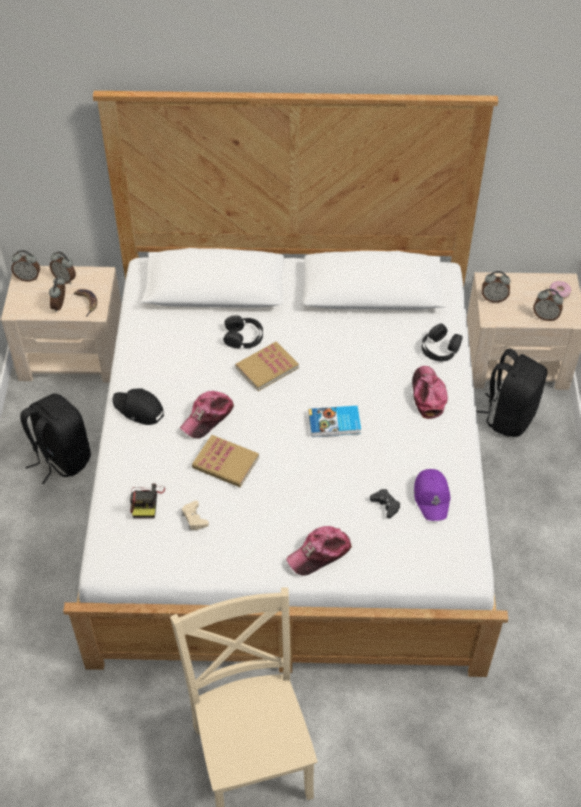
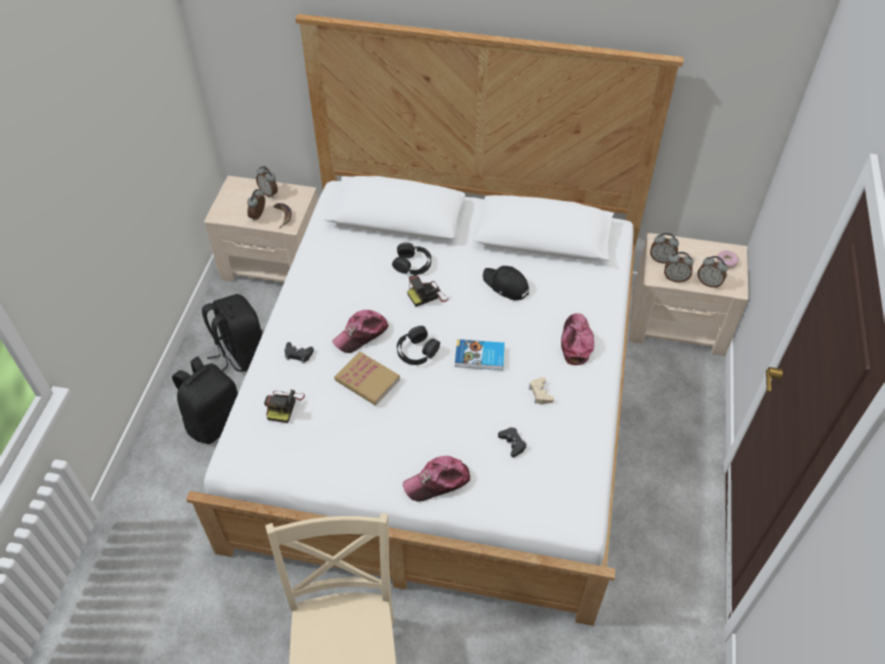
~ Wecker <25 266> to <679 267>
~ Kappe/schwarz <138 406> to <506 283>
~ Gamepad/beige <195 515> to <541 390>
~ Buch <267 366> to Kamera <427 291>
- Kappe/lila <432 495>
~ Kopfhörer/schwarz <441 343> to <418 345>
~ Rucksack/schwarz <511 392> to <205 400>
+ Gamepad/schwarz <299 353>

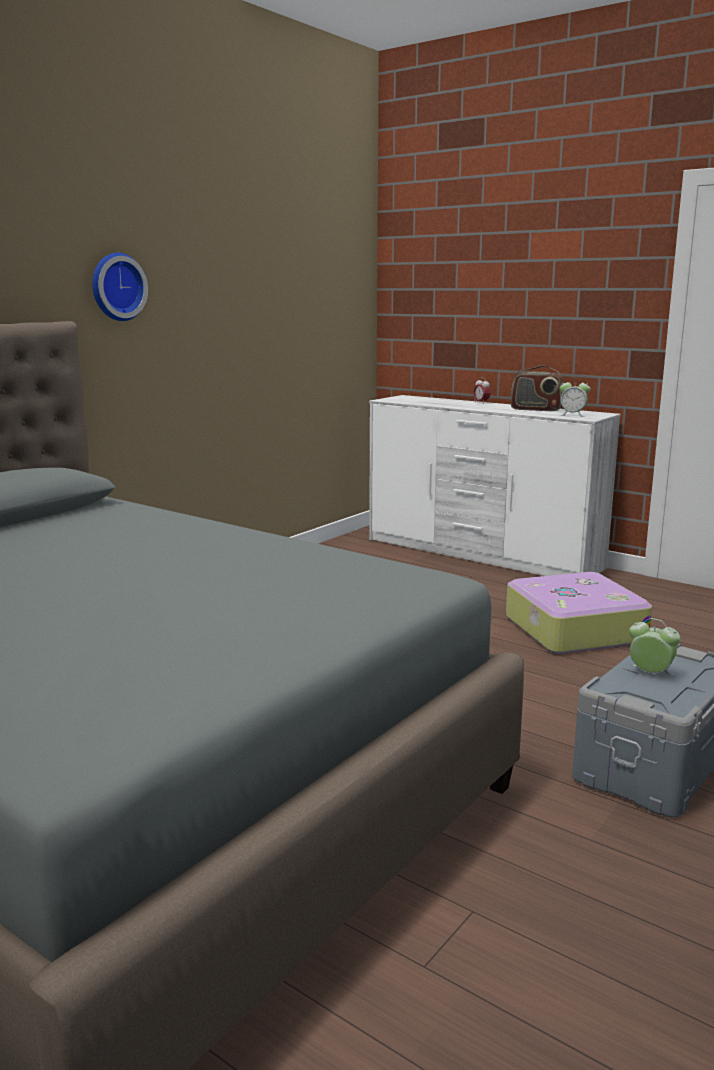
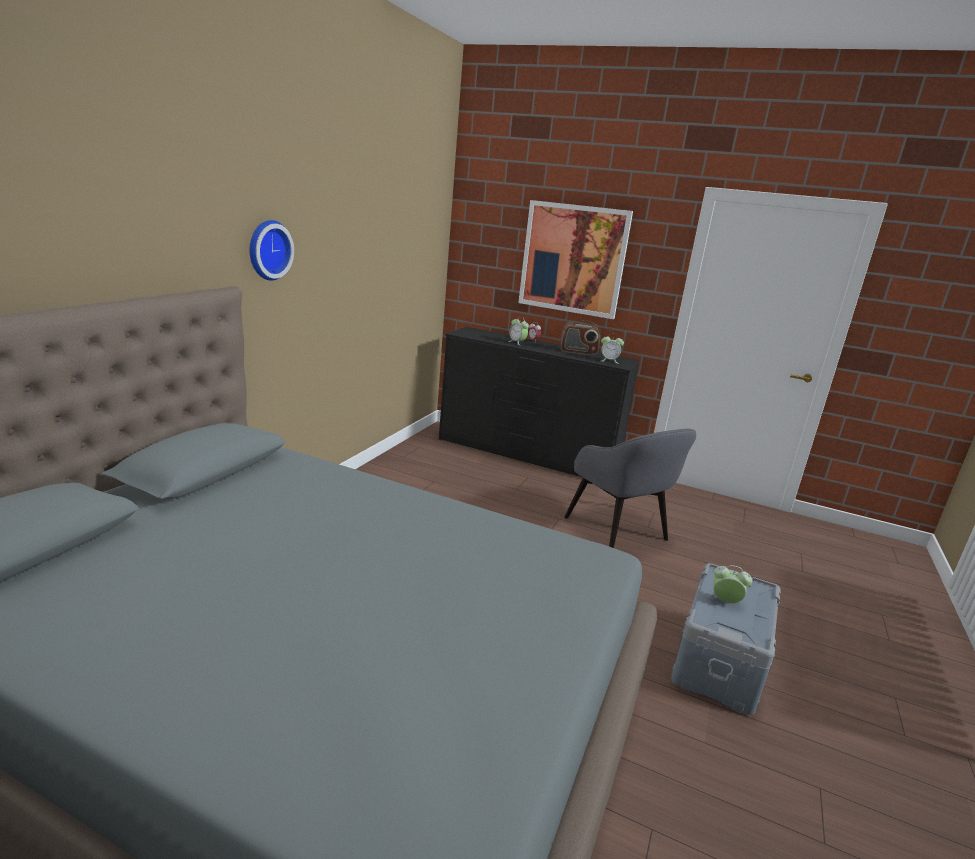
~ Kommode/weiß <495 485> to Kommode/schwarz <539 402>
~ Koffer <579 613> to Sessel/grau <630 488>
+ Wecker <518 331>
+ Bild <575 259>

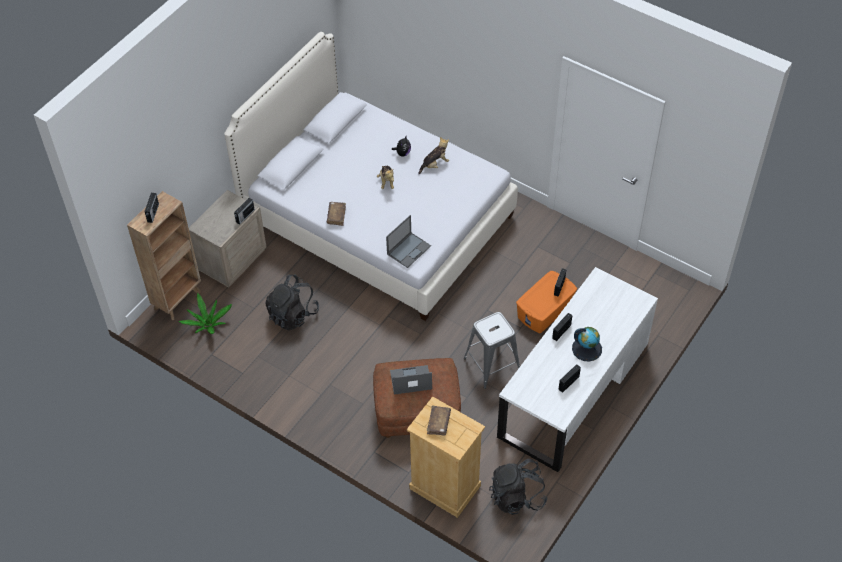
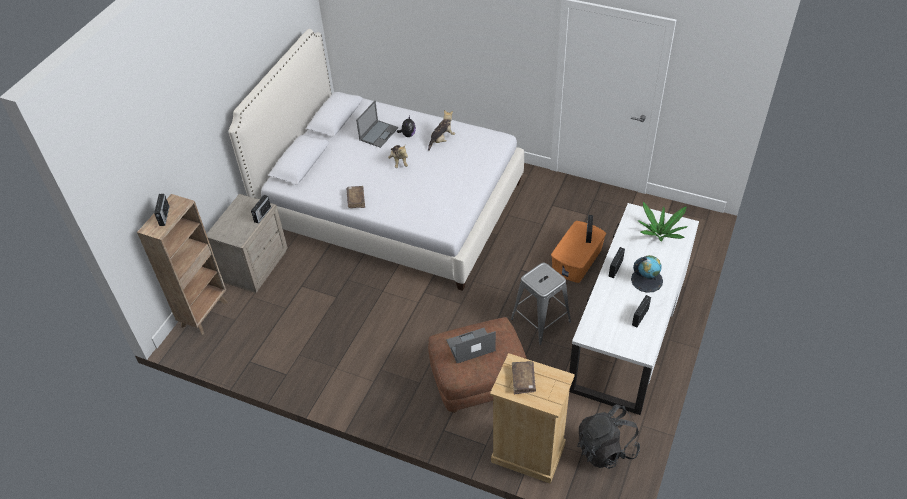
~ Topfpflanze <205 313> to <662 222>
- Rucksack/schwarz <292 302>
~ Laptop <408 241> to <377 124>

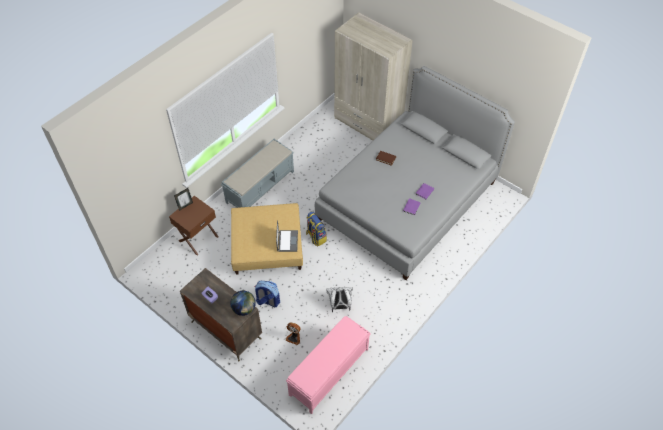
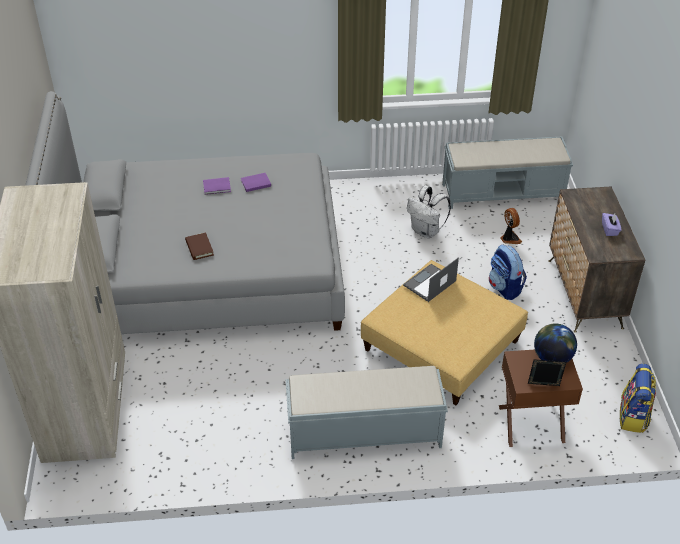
~ Globus <243 303> to <555 343>
~ Bank/rosa <328 365> to Bank/grau <507 172>
~ Rucksack <316 228> to <638 398>

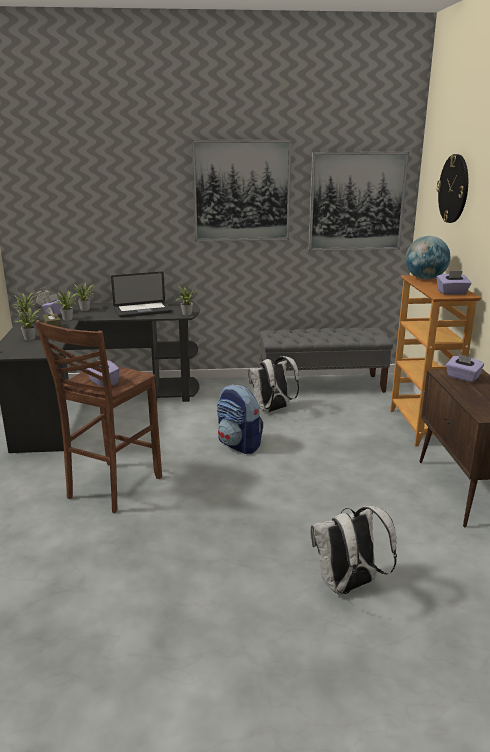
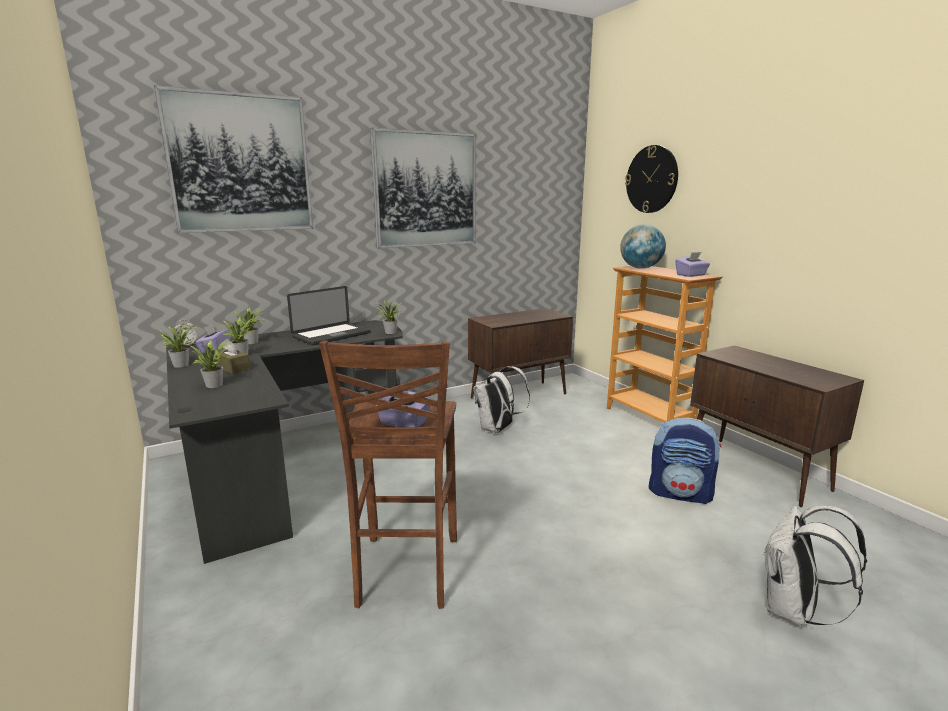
~ Rucksack <240 419> to <685 460>
~ Bank/grau <326 360> to Schrank/braun <520 353>
~ Bild <358 201> to <233 159>
- Taschentuchbox/lila <465 368>

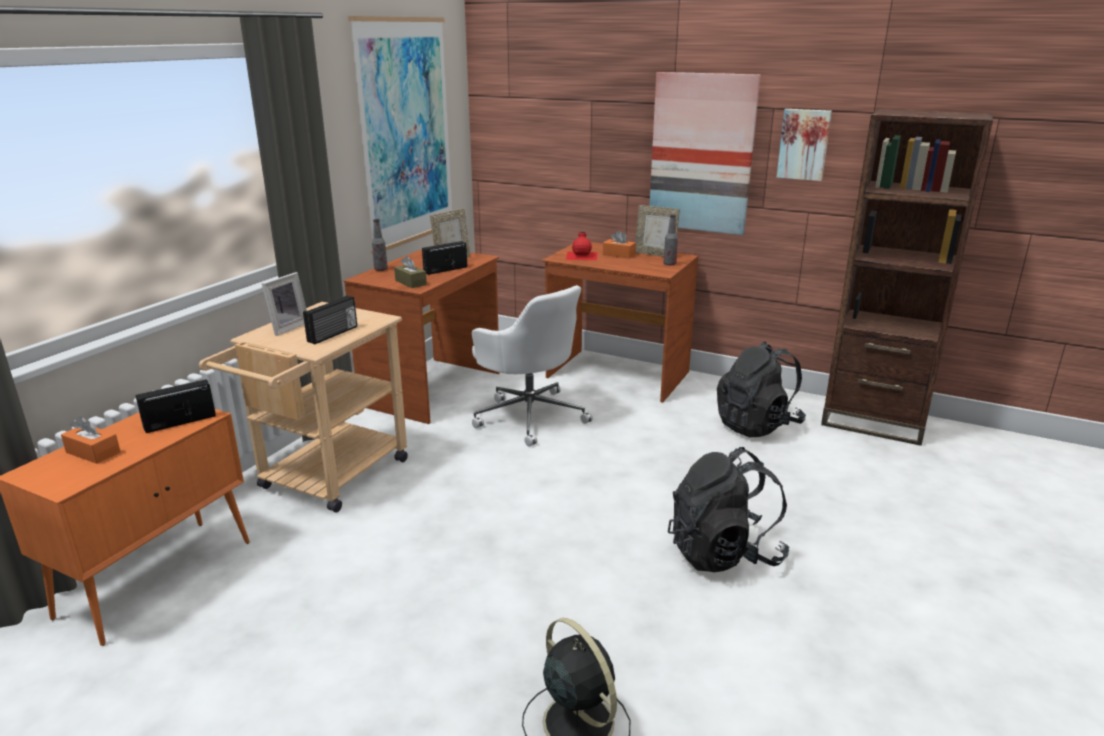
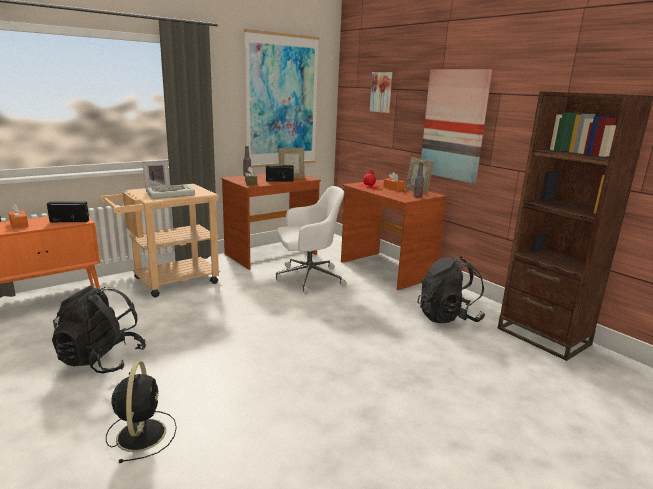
~ Radio <330 320> to Tastatur <171 192>
~ Bürostuhl/weiß <532 366> = <311 240> 90 degrees counterclockwise
~ Rucksack/schwarz <728 509> to <99 329>
~ Bild <804 145> to <381 92>

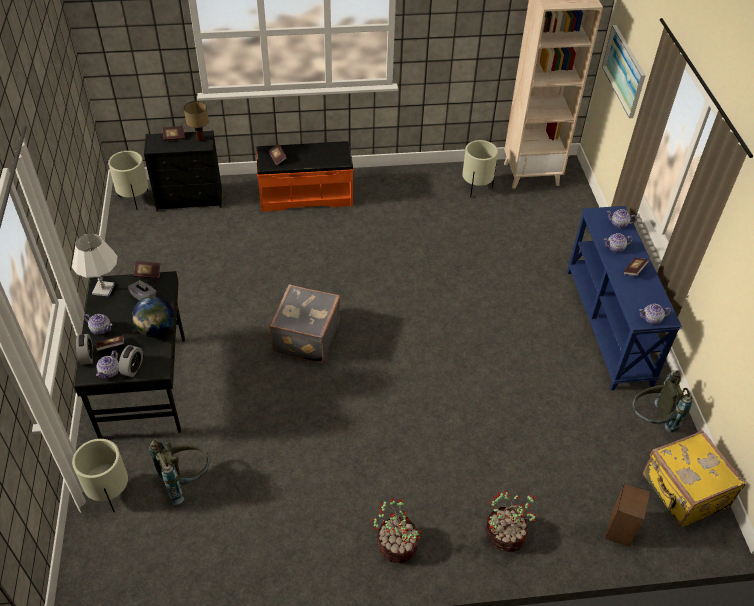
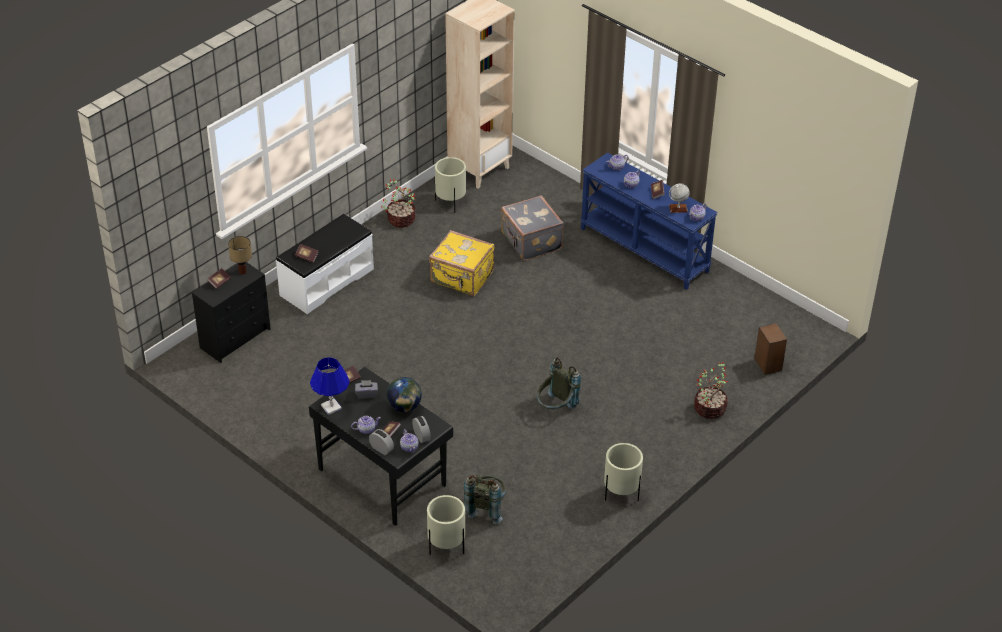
~ Tischlampe/weiß <95 265> to Tischlampe/blau <330 386>
~ Pflanzkübel/beige <128 180> to <623 472>
~ Bank/orange <304 176> to Bank/weiß <325 264>
~ Koffer/grau <304 323> to <532 228>
~ Topfpflanze <396 530> to <398 203>
- Bild <624 71>
~ Rucksack/grau <662 401> to <559 383>
~ Koffer/gelb <694 478> to <462 263>
+ Globus <679 198>

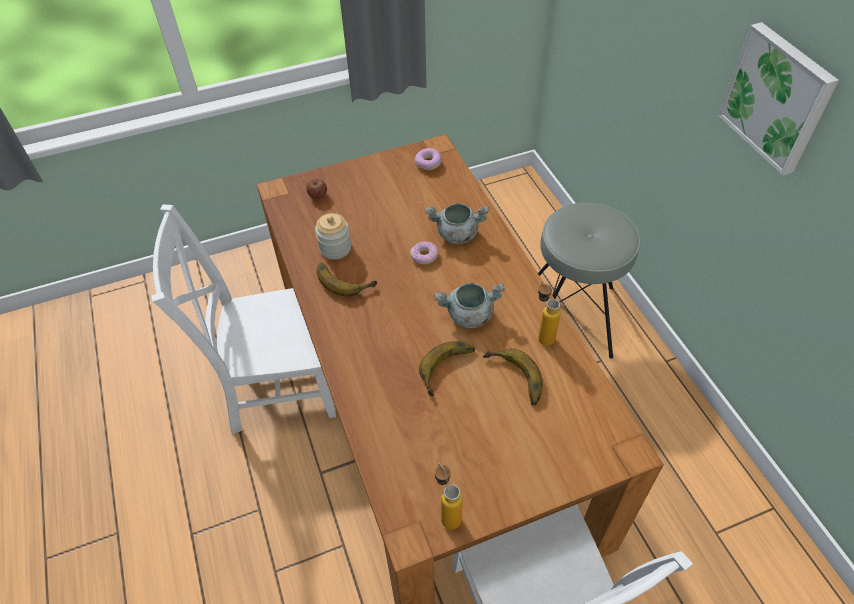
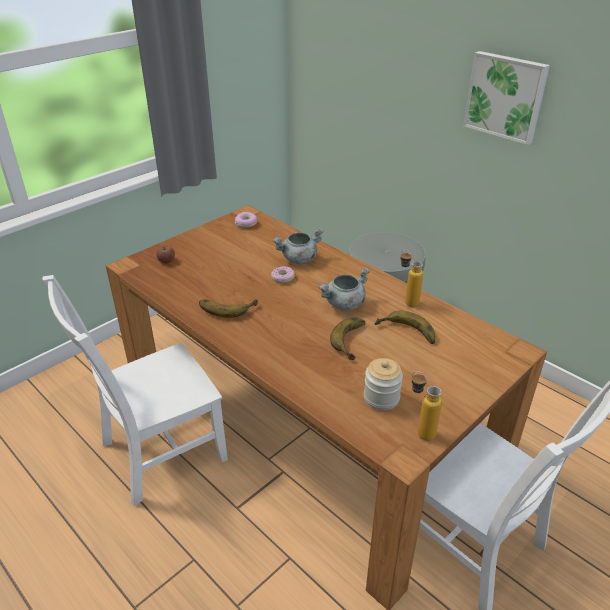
~ Vorratsglas <333 236> to <383 384>

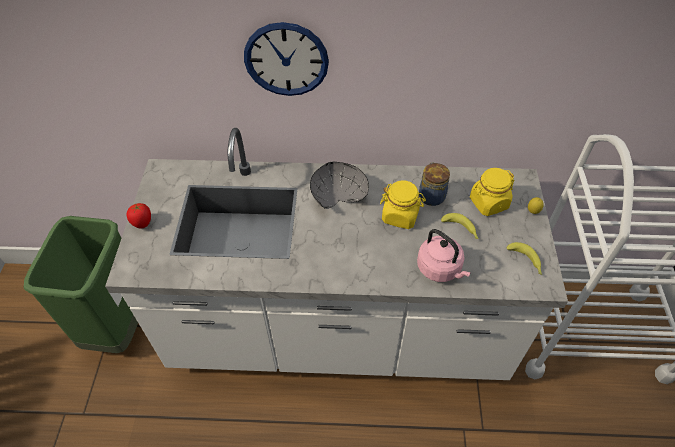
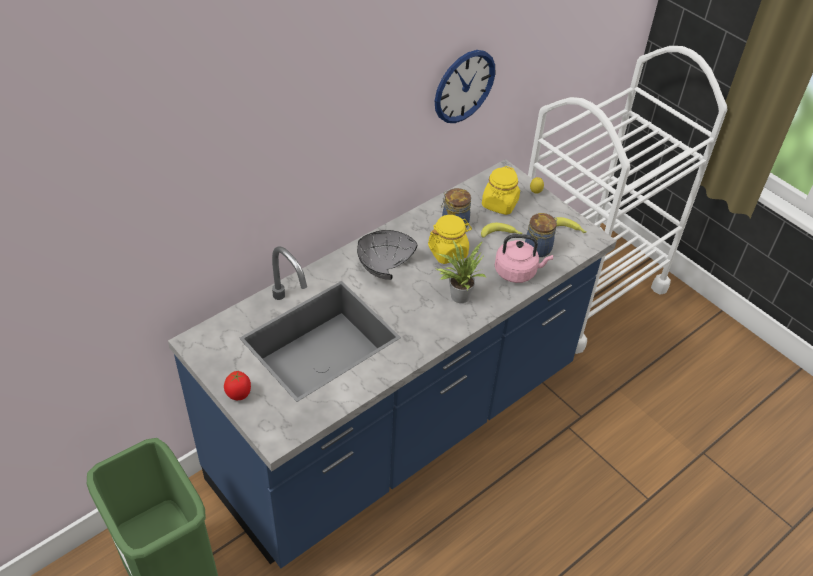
~ Küchenzeile/weiß <336 254> to Küchenzeile/blau <392 363>
~ Wanduhr <286 59> to <465 86>
+ Topfpflanze <461 271>
+ Vorratsglas <541 235>

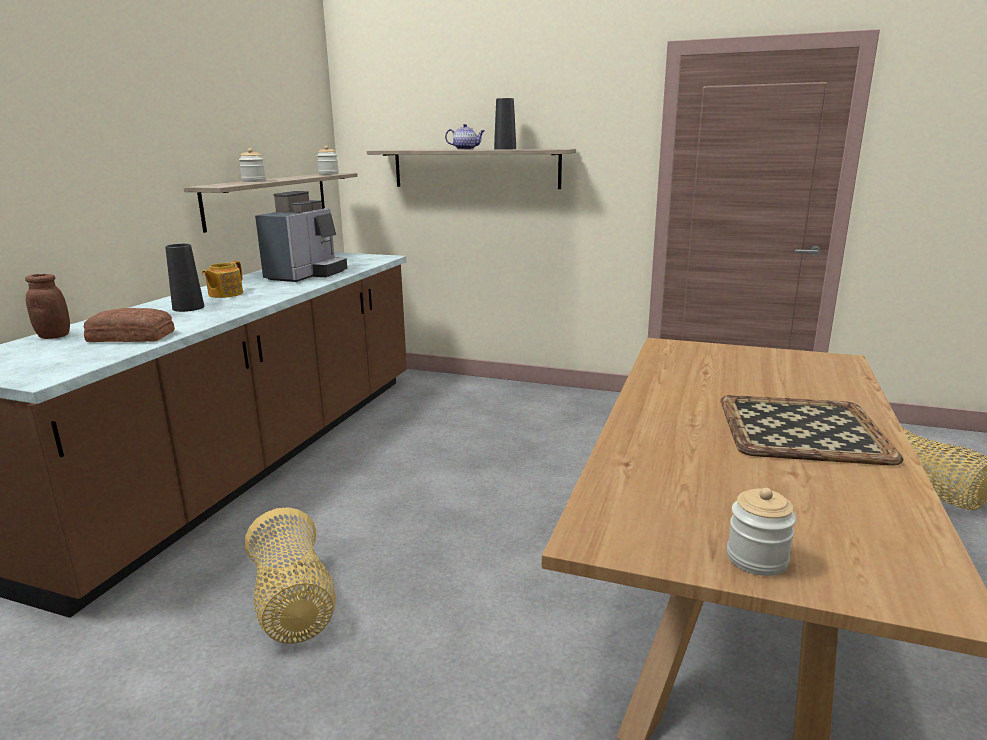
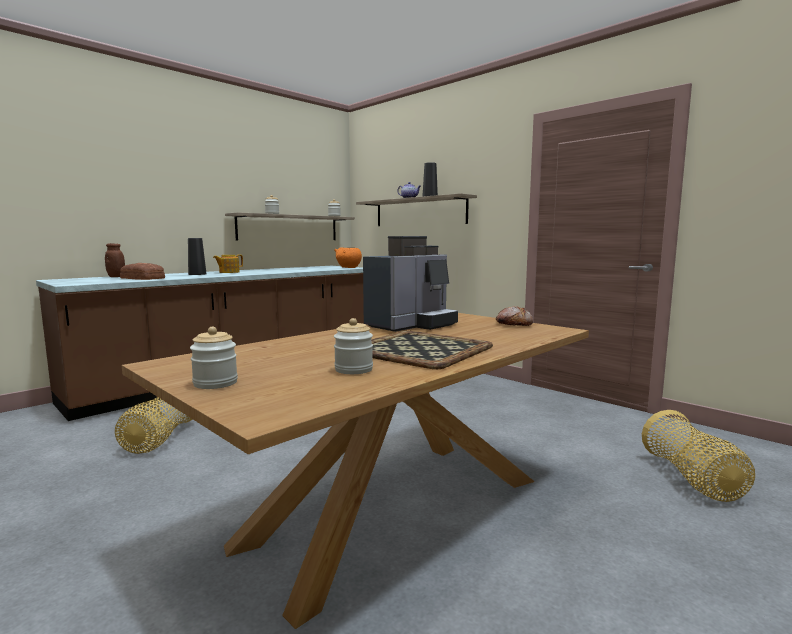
~ Kaffeemaschine <301 236> to <410 284>
+ Schüssel/orange <348 258>
+ Vorratsglas <353 346>
+ Brot <514 316>

